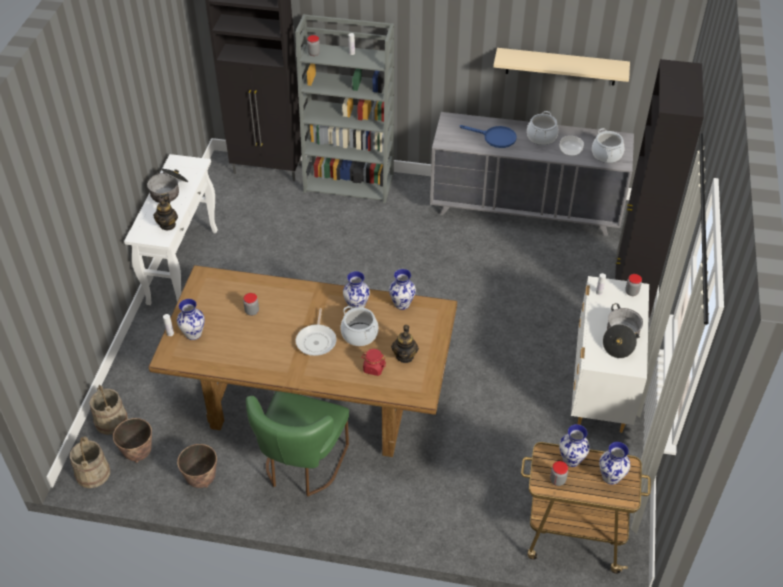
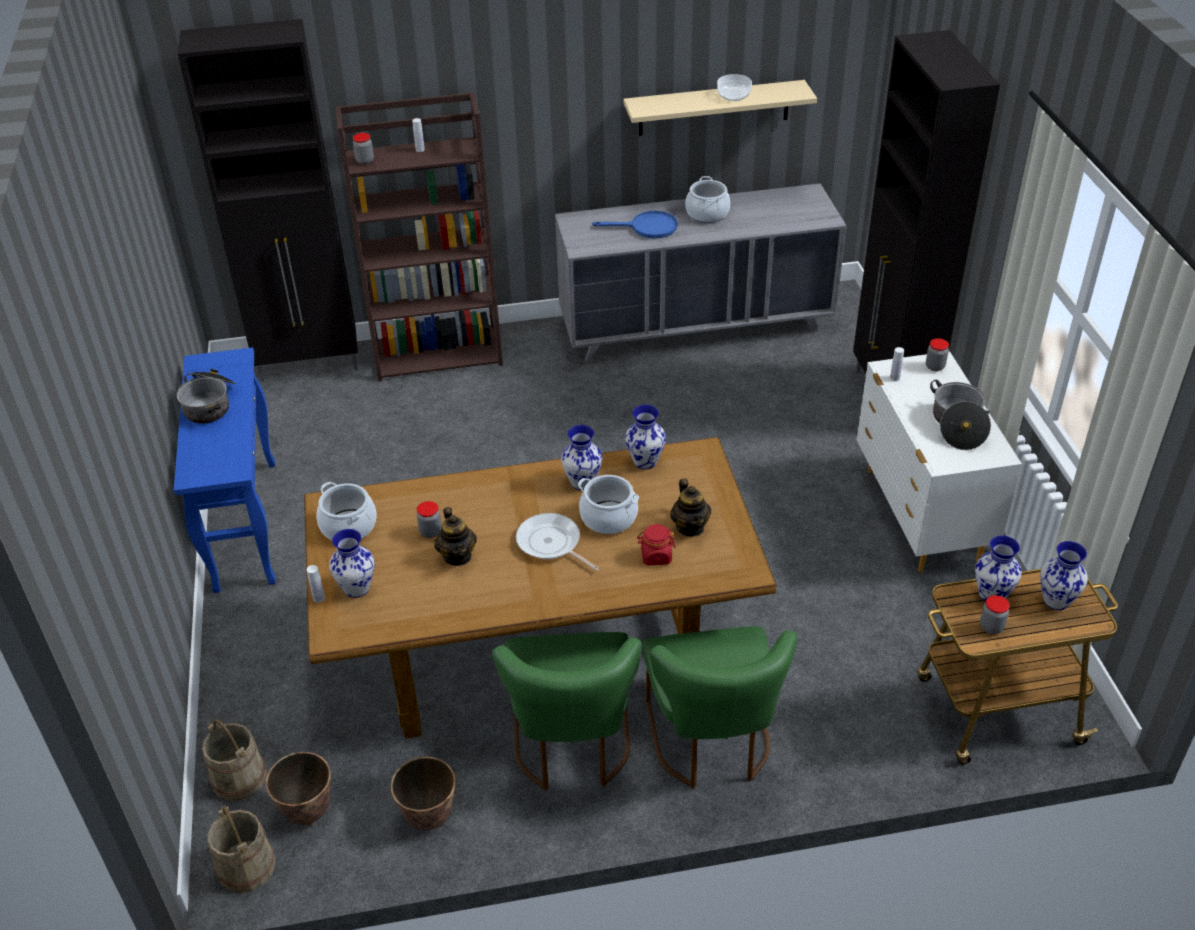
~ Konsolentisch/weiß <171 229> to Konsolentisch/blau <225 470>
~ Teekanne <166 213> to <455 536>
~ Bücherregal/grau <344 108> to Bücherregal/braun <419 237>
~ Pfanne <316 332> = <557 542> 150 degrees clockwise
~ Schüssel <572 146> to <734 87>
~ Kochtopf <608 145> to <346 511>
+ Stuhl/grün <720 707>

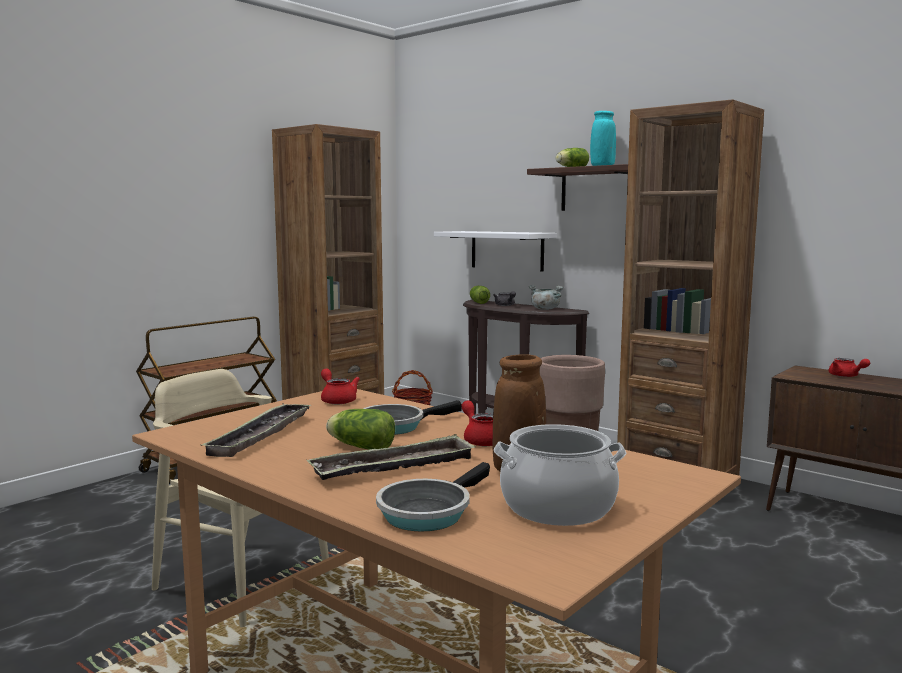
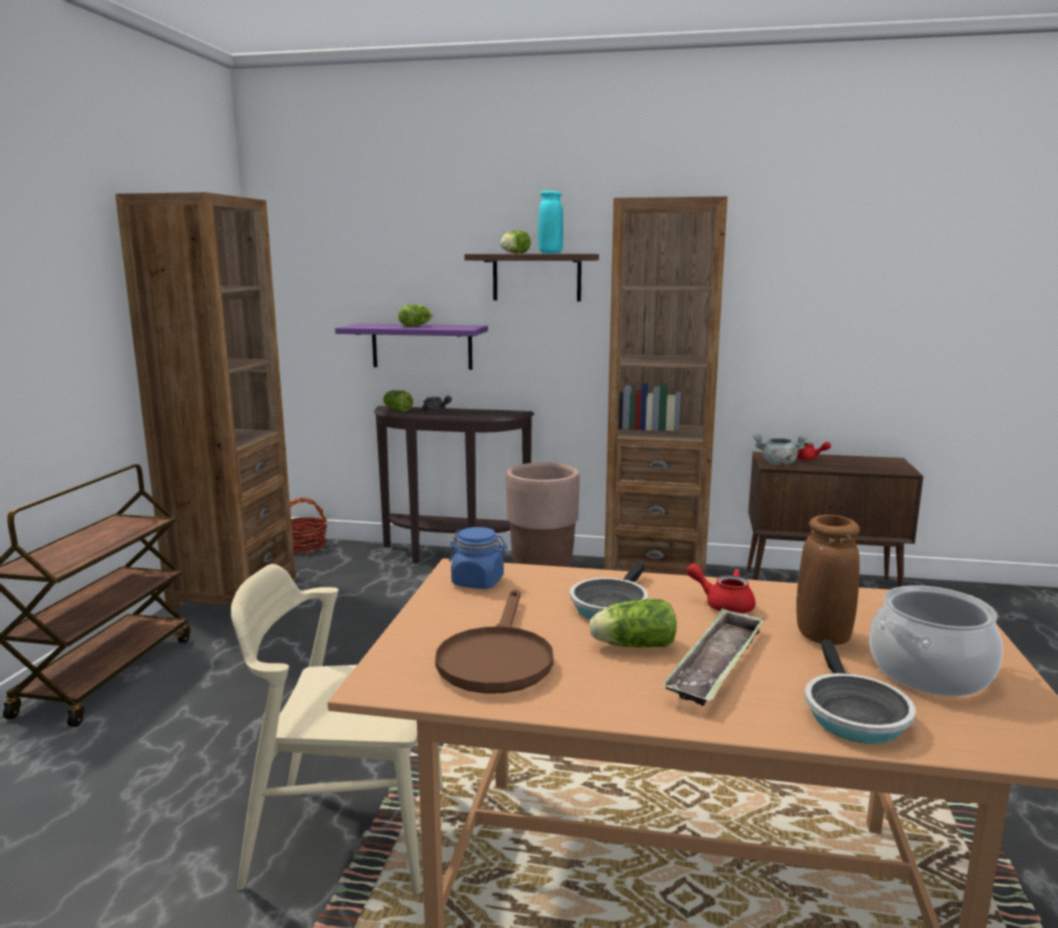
~ Tablett <255 430> to Pfanne/braun <494 641>
~ Teekanne/rot <340 386> to Vorratsglas/blau <478 558>
~ Wandregal/weiß <495 251> to Wandregal/lila <411 346>
~ Kochtopf/grau <546 297> to <780 449>
+ Salatkopf <415 316>

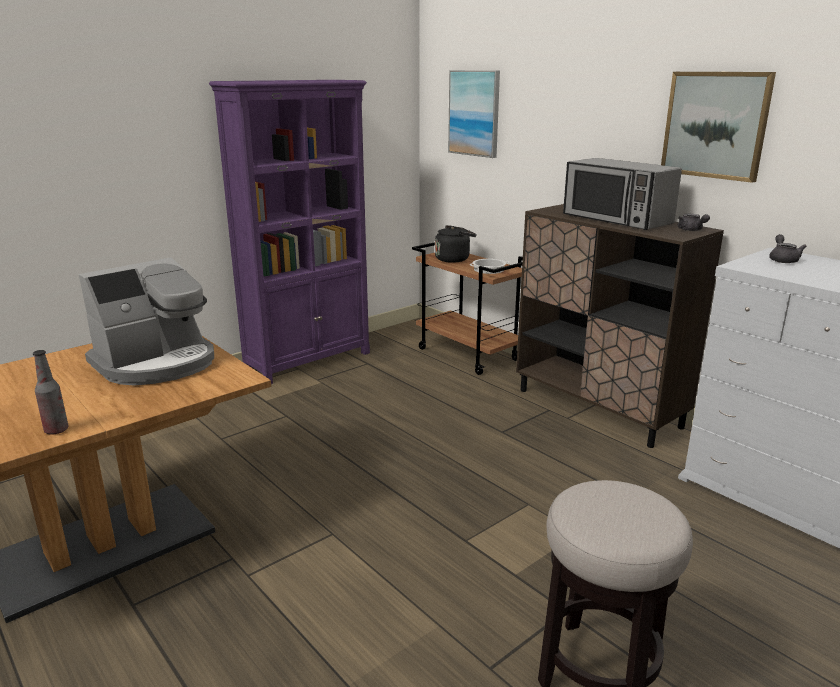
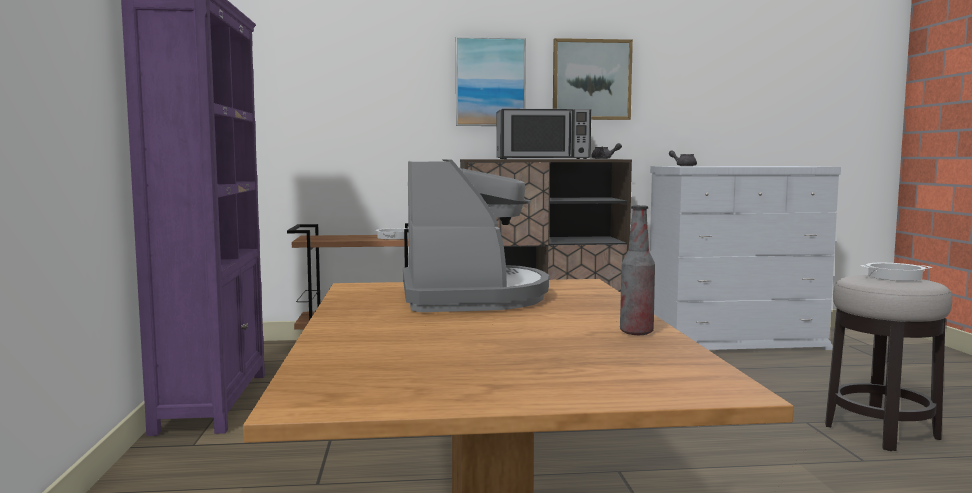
- Wasserkessel/schwarz <456 244>
~ Bild <474 114> to <491 81>
+ Kochtopf <896 272>

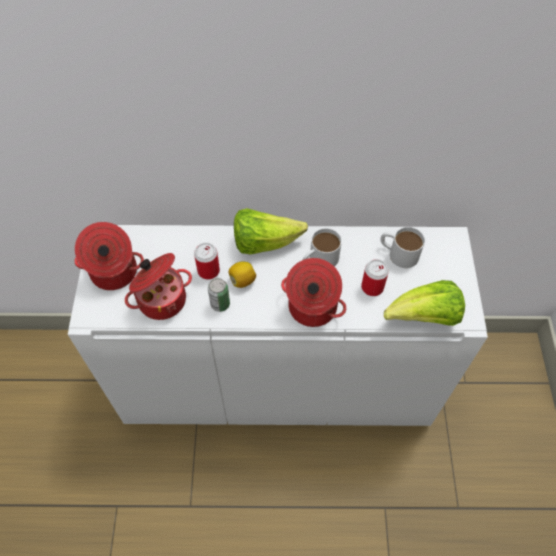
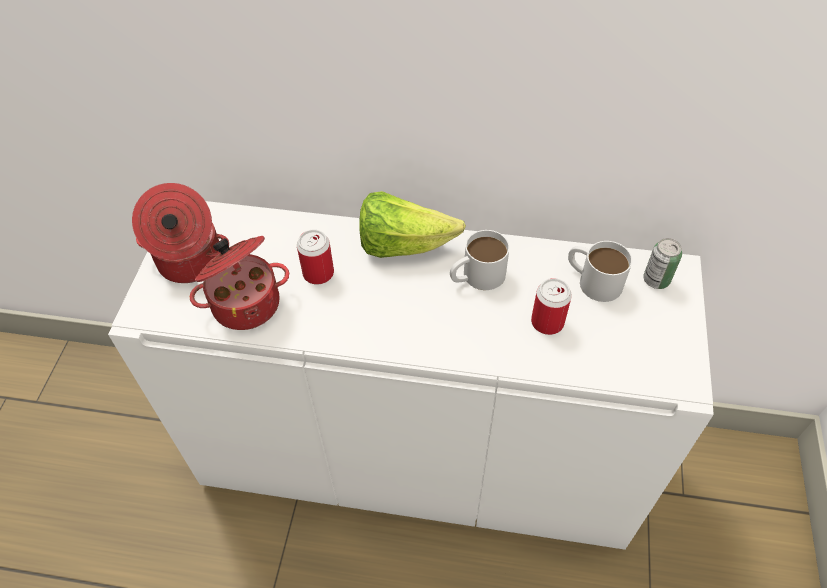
~ Dose <219 295> to <662 263>
- Zitrone <242 275>
- Kochtopf <313 292>
- Salatkopf <424 303>

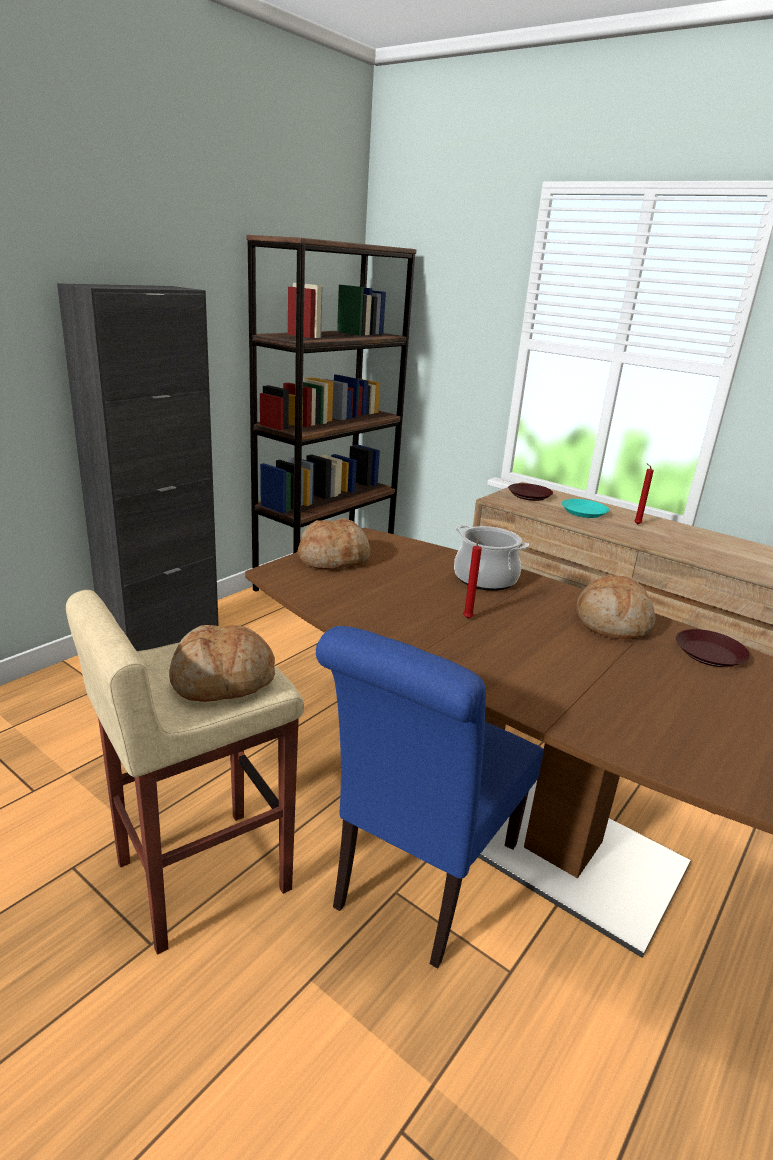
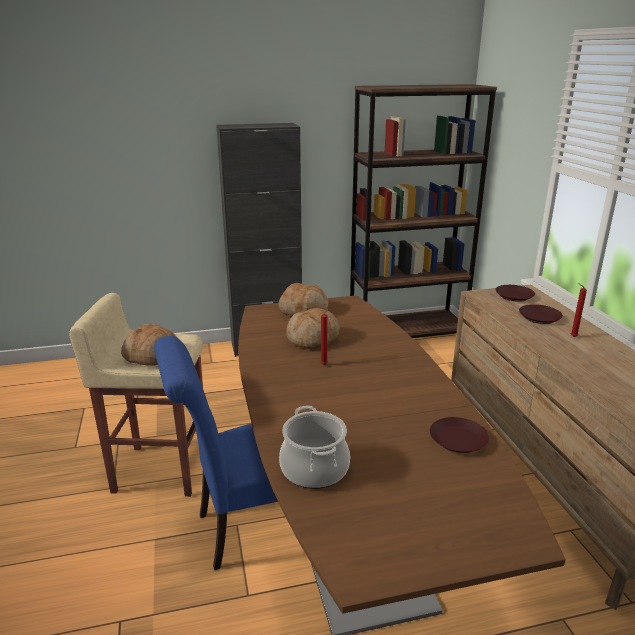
~ Kochtopf <491 558> to <314 447>
~ Teller/türkis <585 508> to Teller/braun <541 314>
~ Brot <616 607> to <313 328>

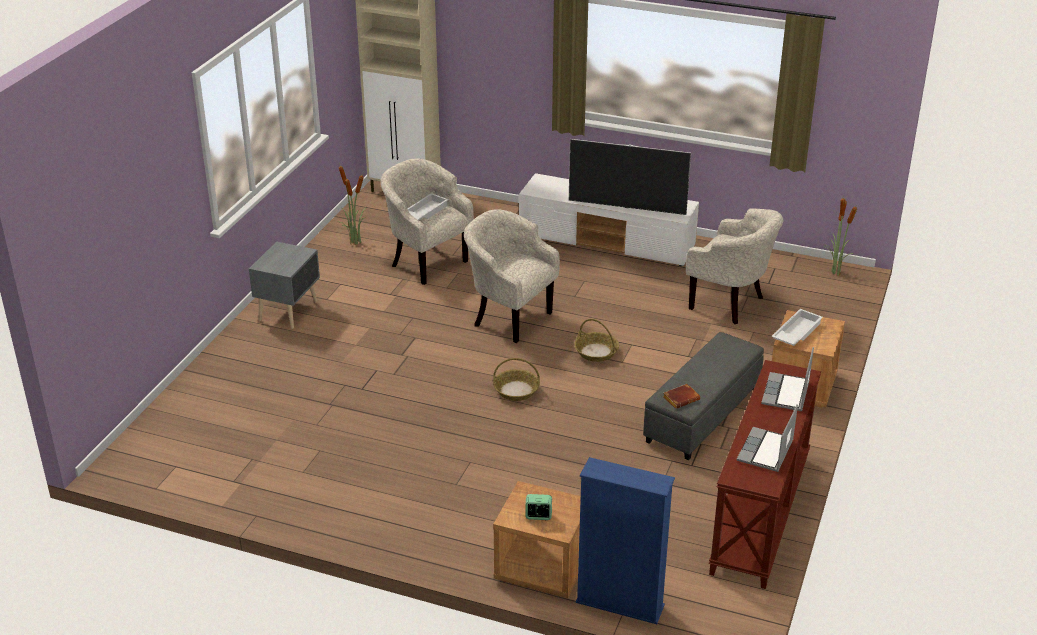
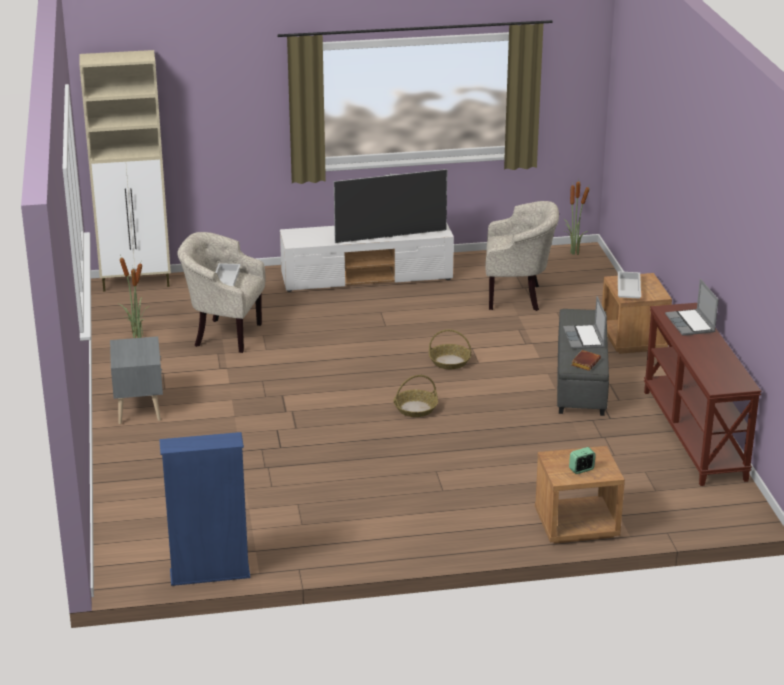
- Sessel/beige <512 276>
~ Bücherregal/blau <625 540> to <204 509>
~ Laptop <767 438> to <585 322>

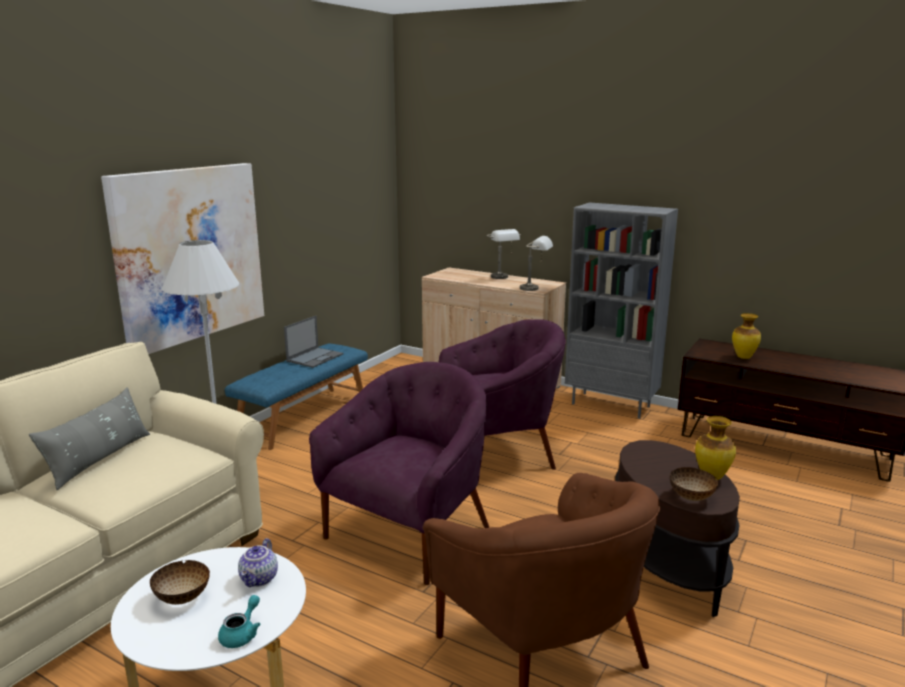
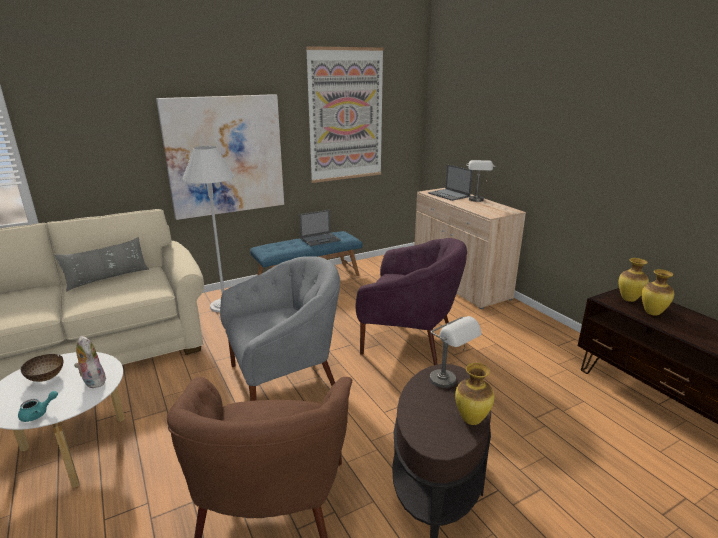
~ Teekanne <258 562> to Plüschtier <90 362>
~ Sessel/lila <399 473> to Sessel/grau <280 328>
~ Tischlampe/grau <536 263> to <455 352>
- Bücherregal/grau <621 310>
- Schüssel <693 484>
+ Bild <345 114>
+ Laptop <450 183>
+ Vase <634 280>

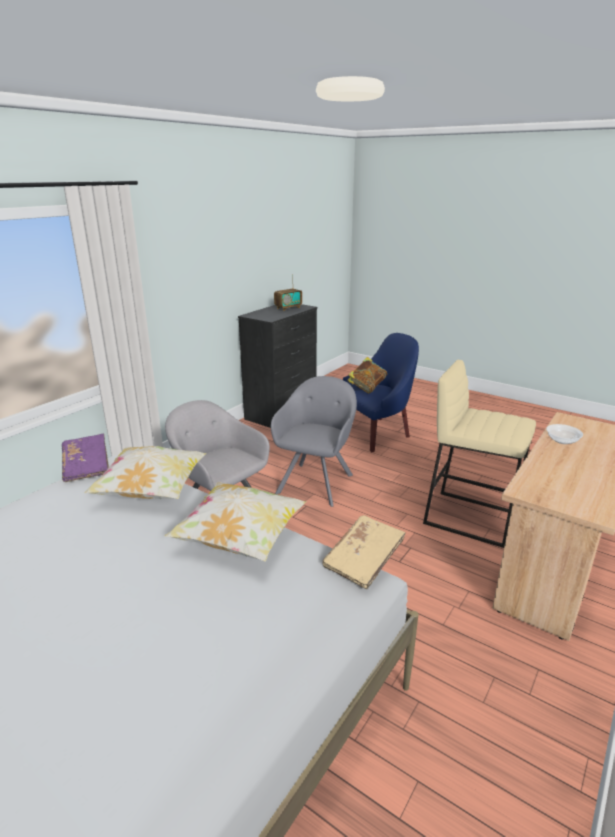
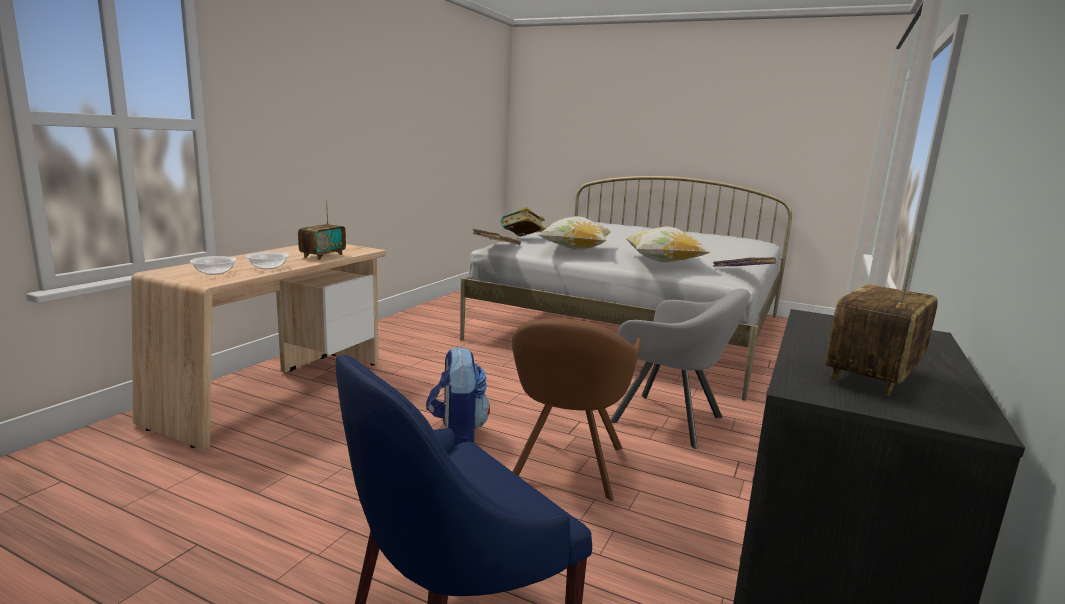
~ Sessel/grau <314 441> to Sessel/braun <576 409>
~ Buch <367 375> to <523 221>
- Hocker/beige <479 454>
+ Schüssel <213 265>
+ Radio <322 230>
+ Rucksack <458 396>

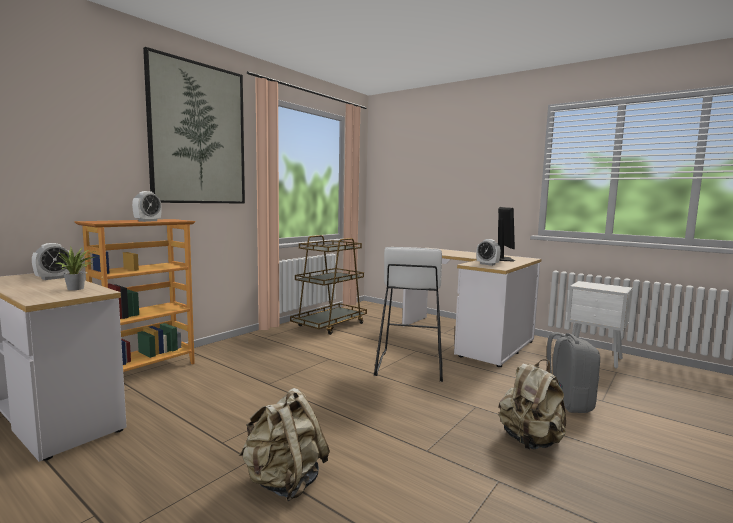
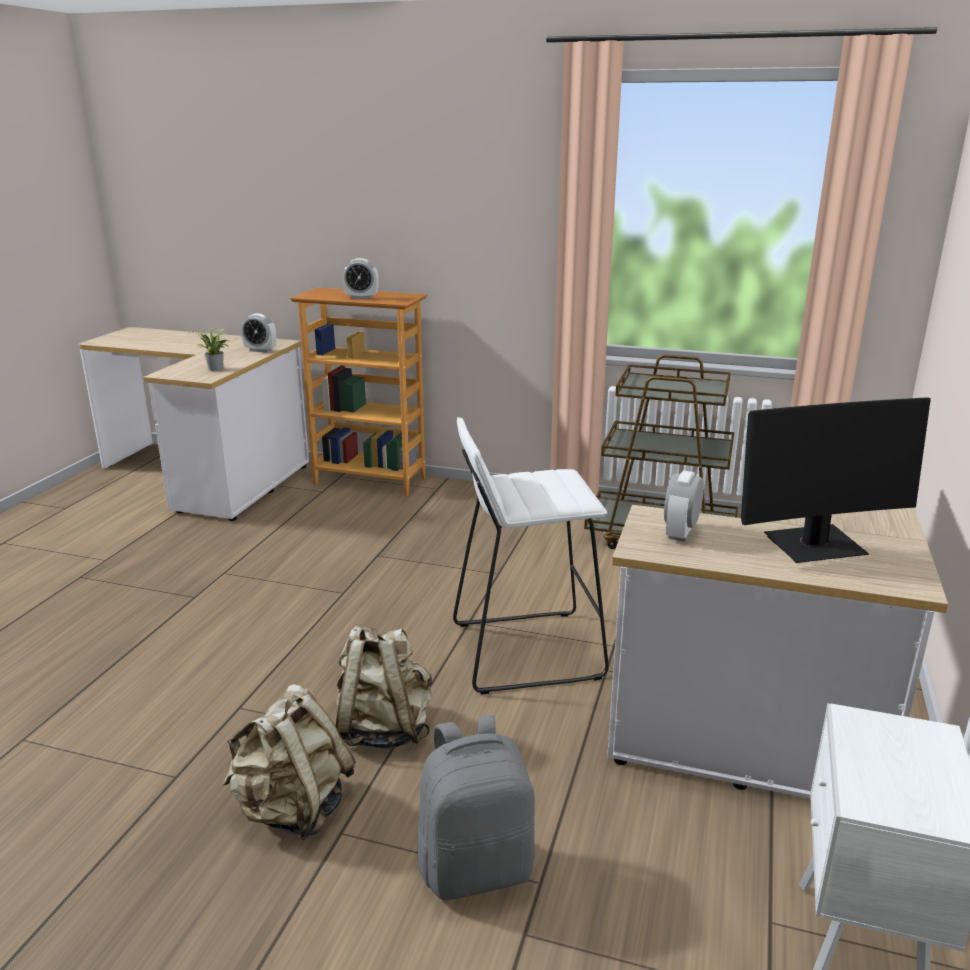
- Bild <194 125>
~ Rucksack/beige <284 444> to <383 687>

